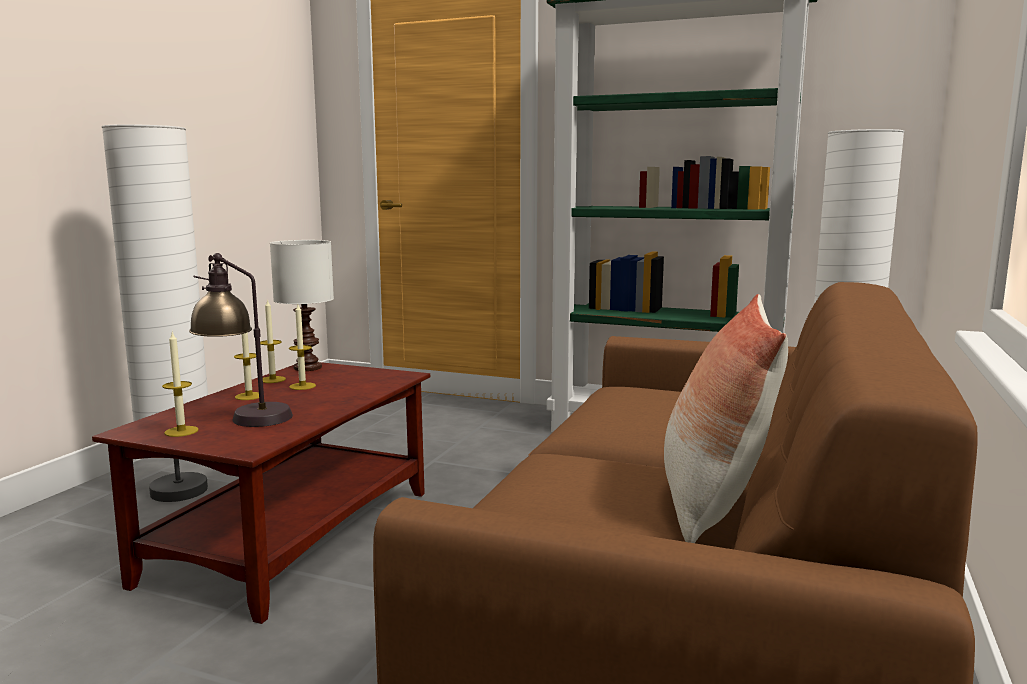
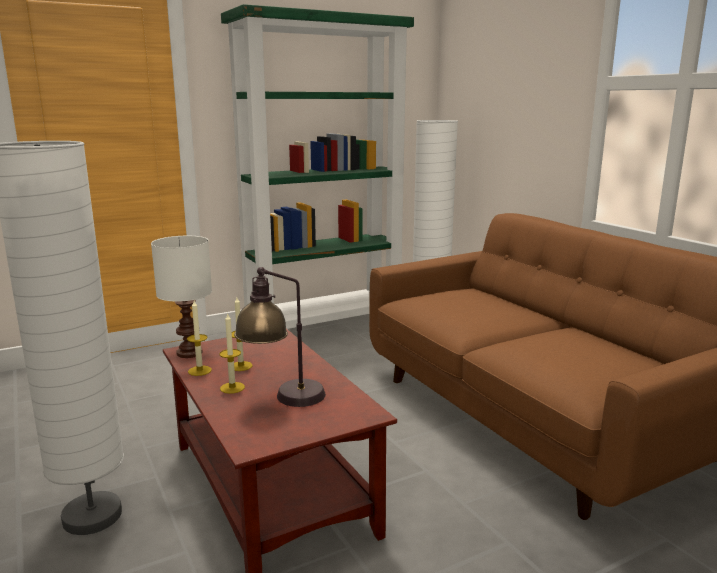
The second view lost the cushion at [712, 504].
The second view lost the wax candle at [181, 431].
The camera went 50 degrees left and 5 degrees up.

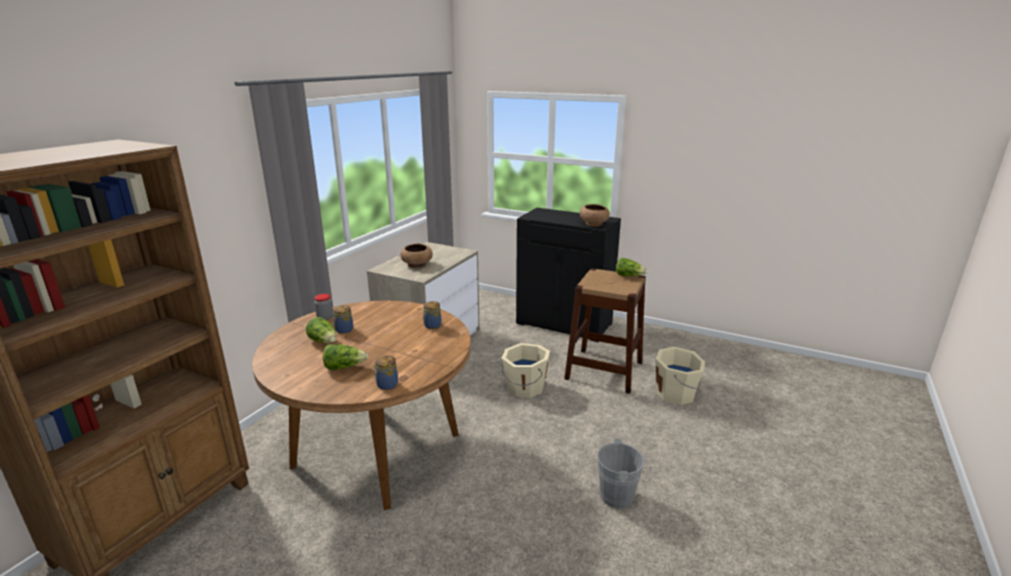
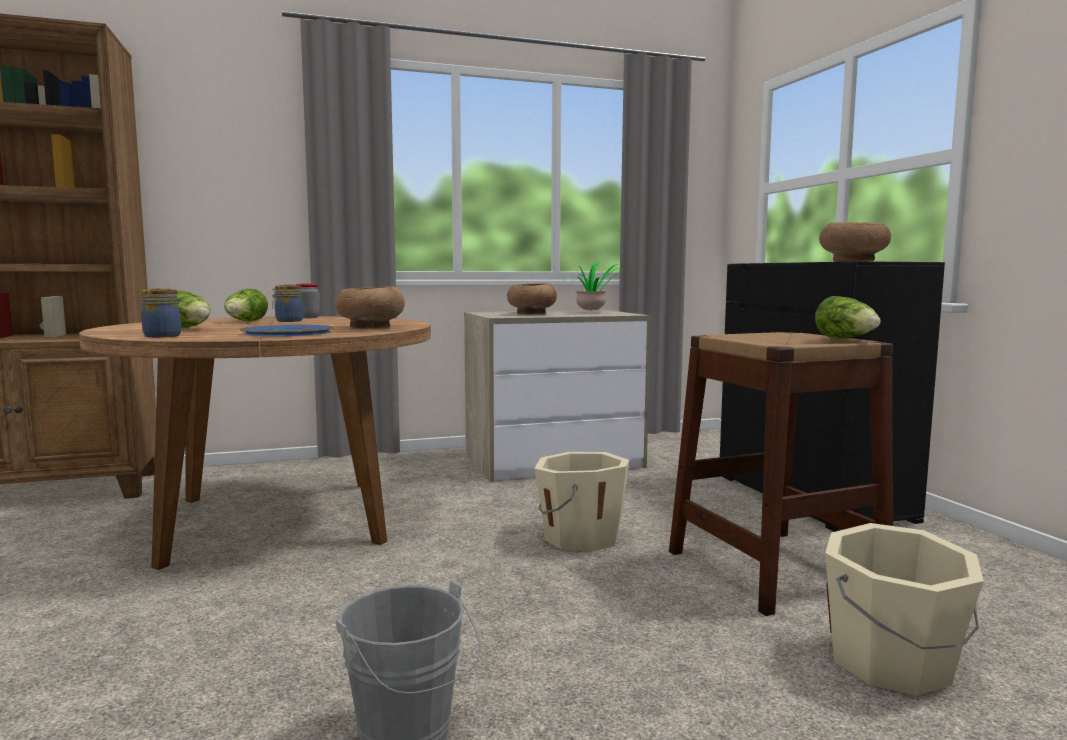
Where the storage jar stood at [432, 326], the brownish bowl came to stand at [370, 327].
The second view gained the potted plant at [592, 312].
The second view gained the blue-coloured plate at [288, 332].
The camera went 45 degrees right and 15 degrees down.

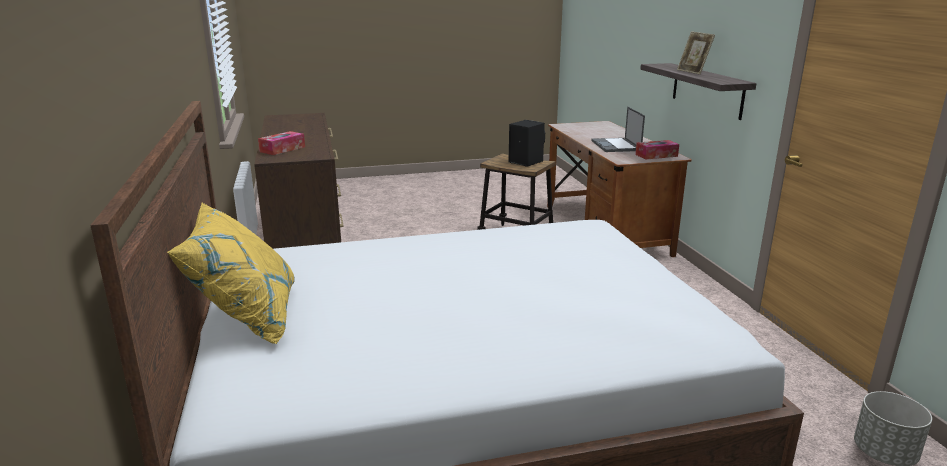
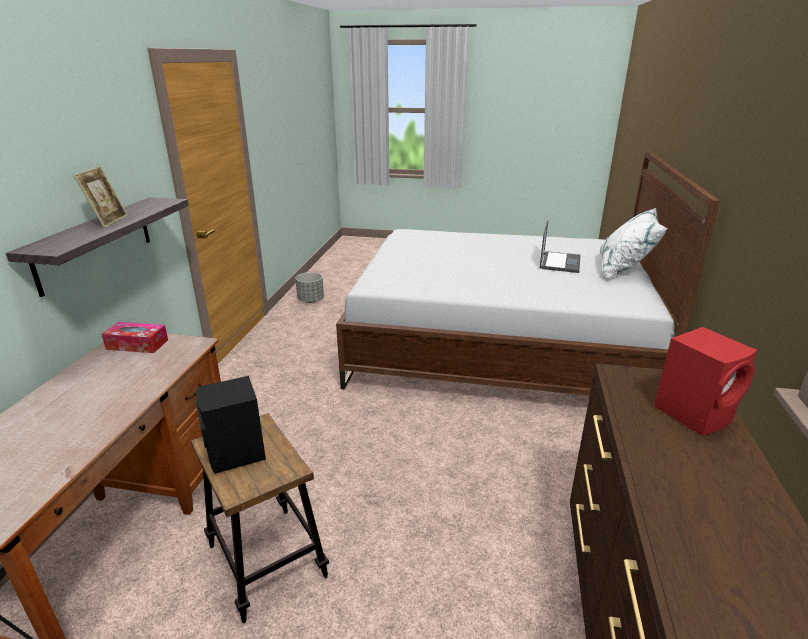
The laptop ended up elsewhere, having gone from [616, 146] to [559, 262].
Where the tissue holder stood at [282, 149], the reddish audio speaker came to stand at [695, 413].
What was the yellow cushion at [247, 318] turned into the whitish cushion at [624, 270].
The camera went 155 degrees left and 5 degrees up.

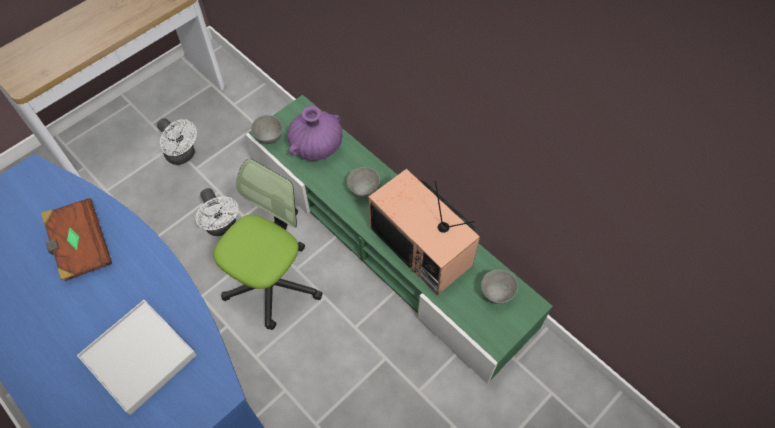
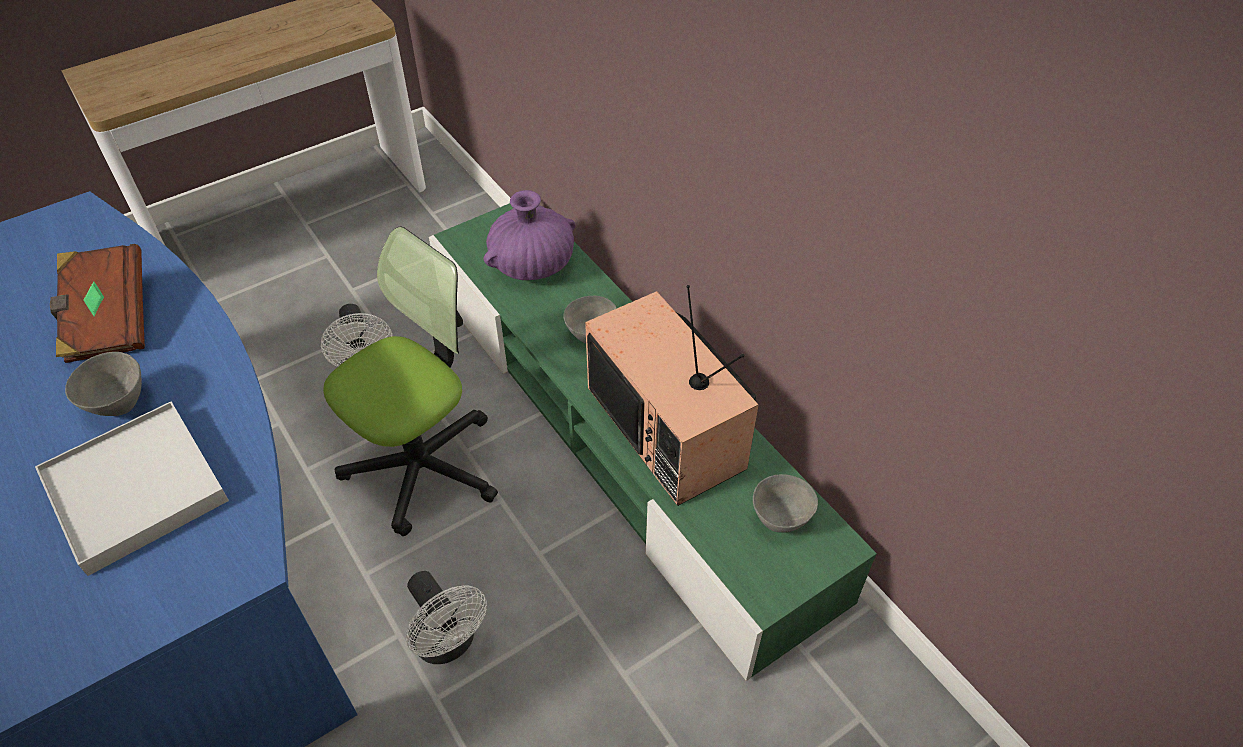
The grey bowl ended up elsewhere, having gone from [269, 138] to [118, 404].
The whitish cooling fan ended up elsewhere, having gone from [183, 156] to [449, 643].
The camera went 10 degrees right and 10 degrees down.

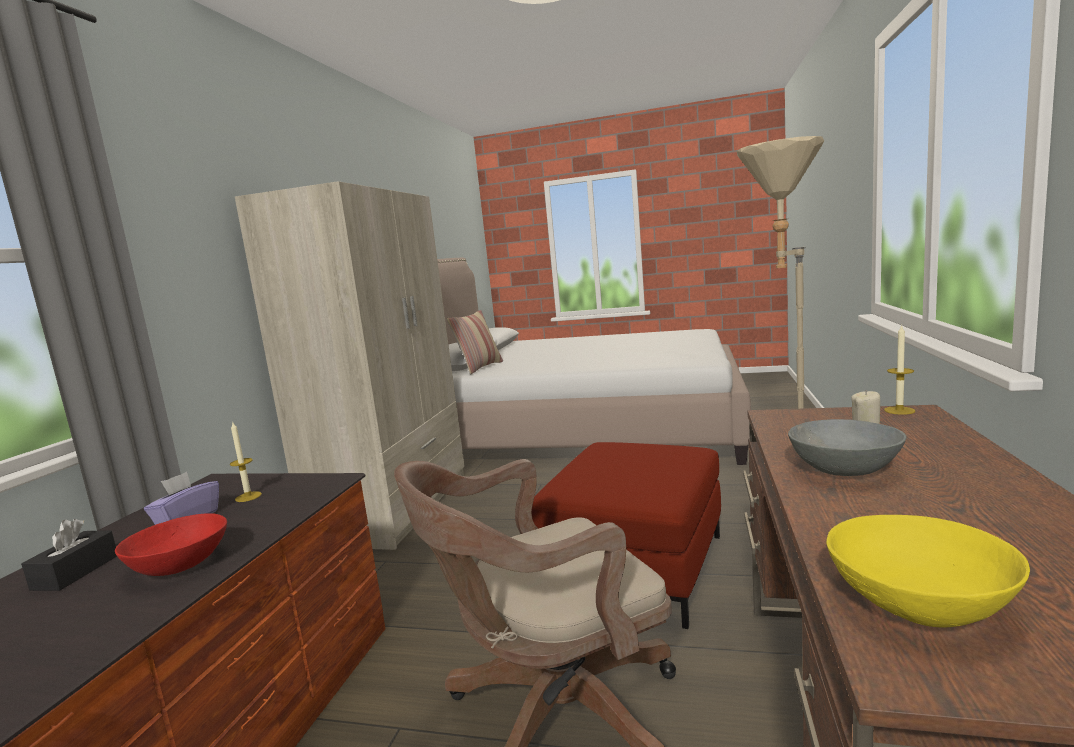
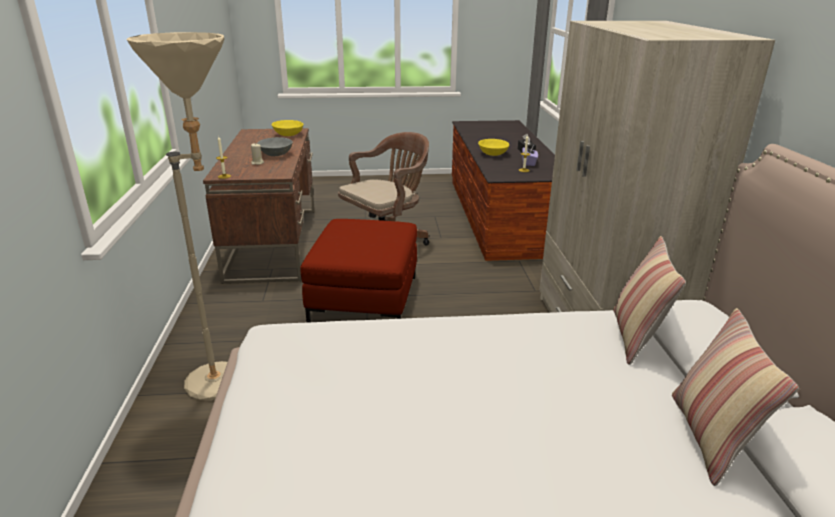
What was the reddish bowl at [181, 565] turned into the yellow bowl at [492, 154].
The second view gained the cushion at [710, 438].
The camera went 160 degrees right and 15 degrees up.

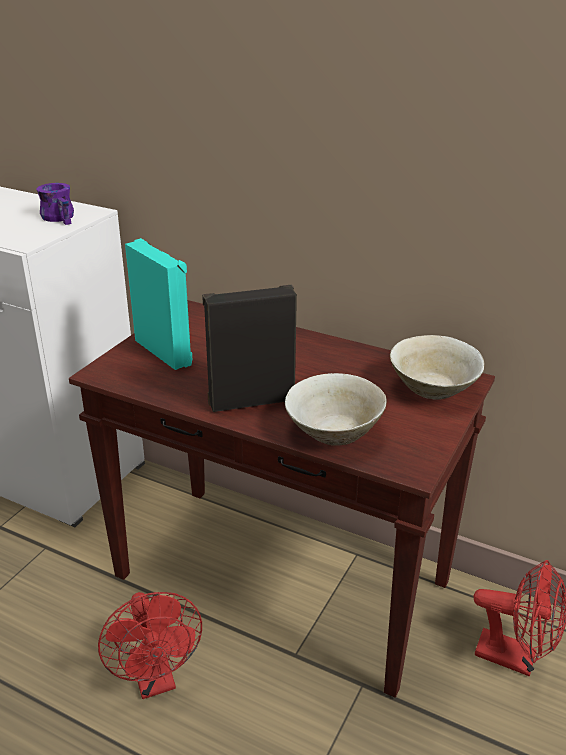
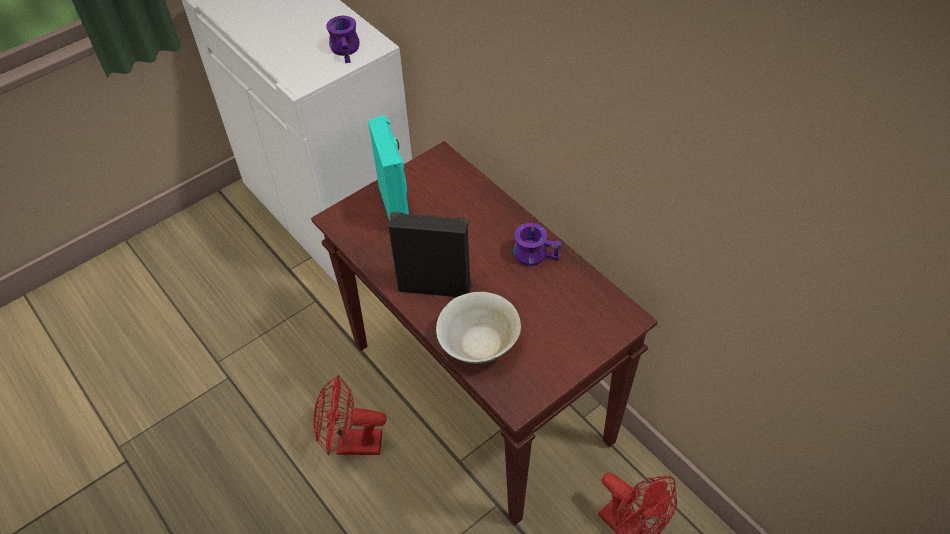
The second view lost the sand-coloured bowl at [432, 389].
The reddish cooling fan at [156, 680] ended up facing another way, 90 degrees clockwise from before.
The second view gained the purple mug at [535, 253].
The camera went 25 degrees right and 20 degrees up.

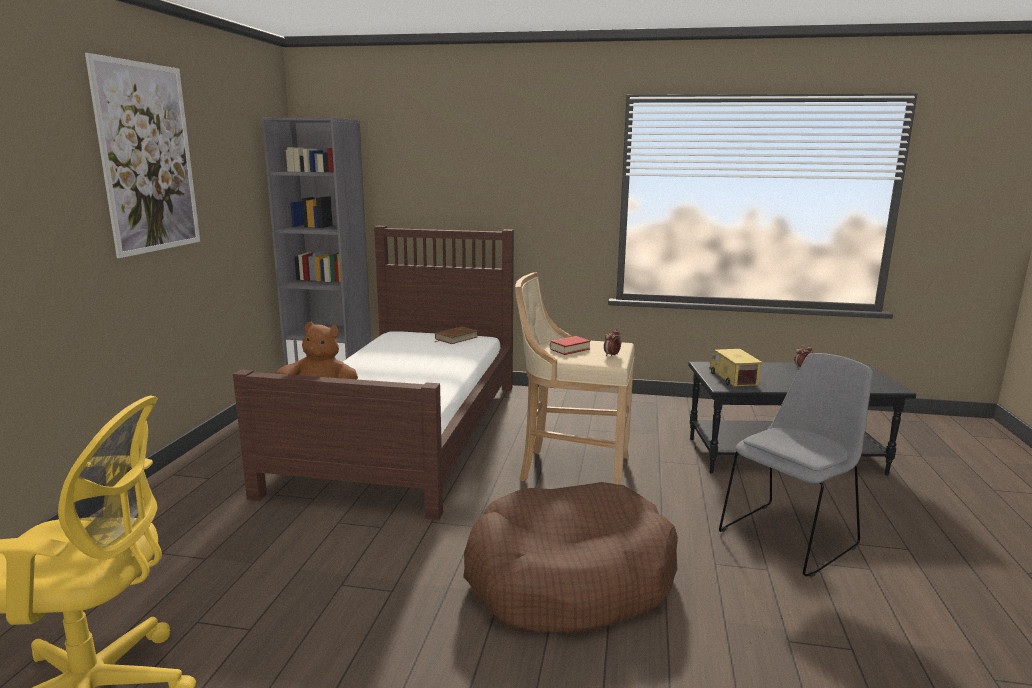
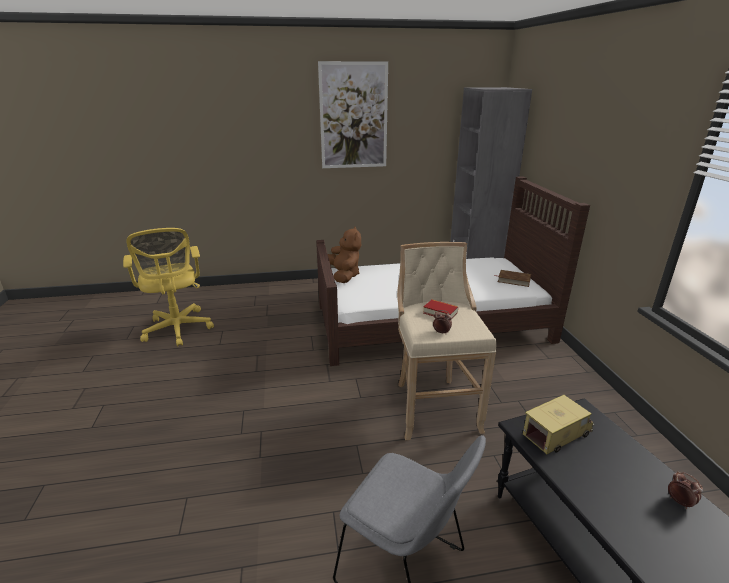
The second view lost the brownish dog bed at [569, 578].
The camera went 70 degrees right and 10 degrees up.

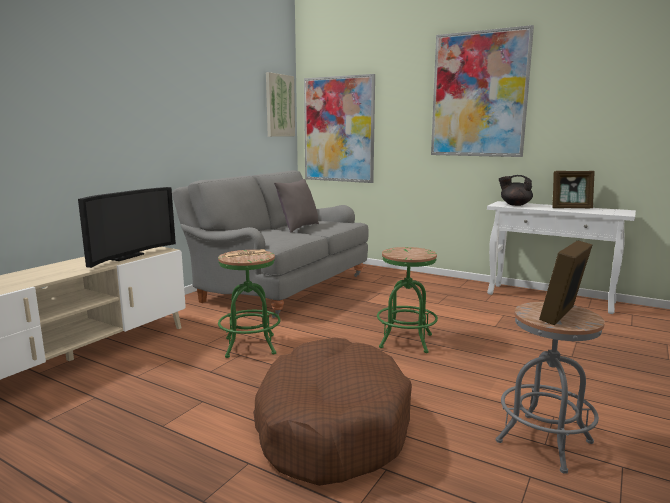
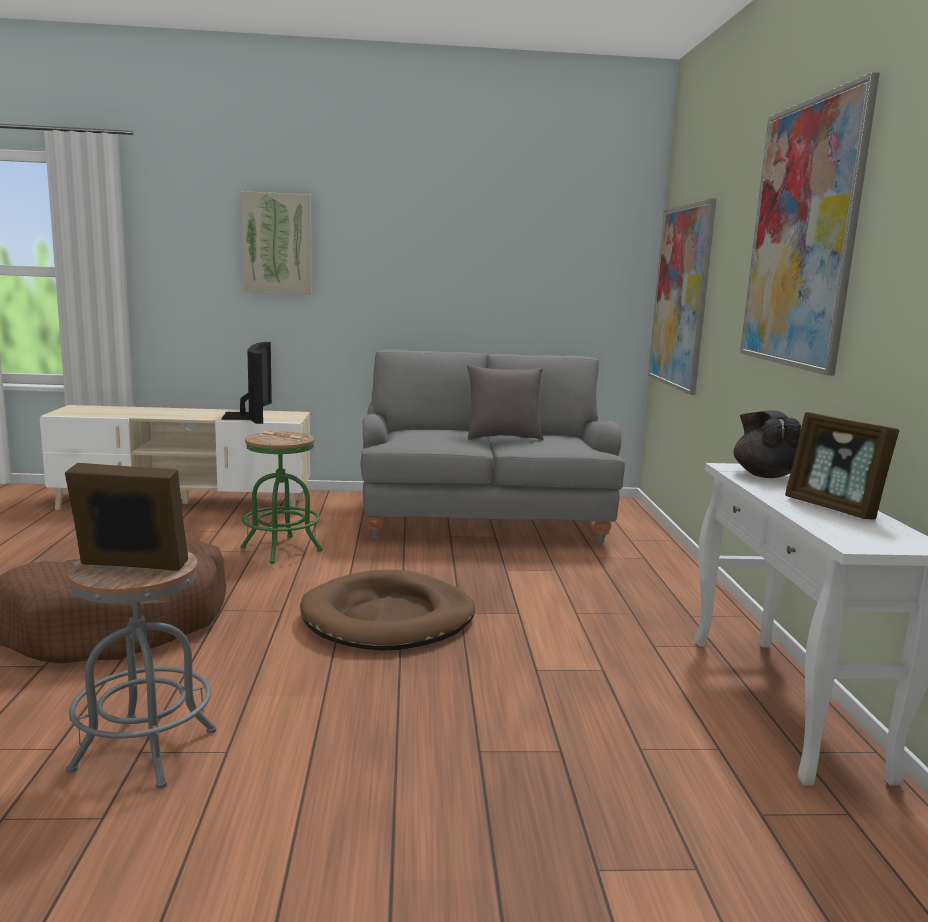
The picture ended up elsewhere, having gone from [279, 105] to [277, 244].
The TV set at [124, 256] ended up facing another way, 90 degrees counterclockwise from before.
Where the greenish stool seat stood at [406, 341], the brownish dog bed came to stand at [388, 618].
The camera went 55 degrees right and 0 degrees up.

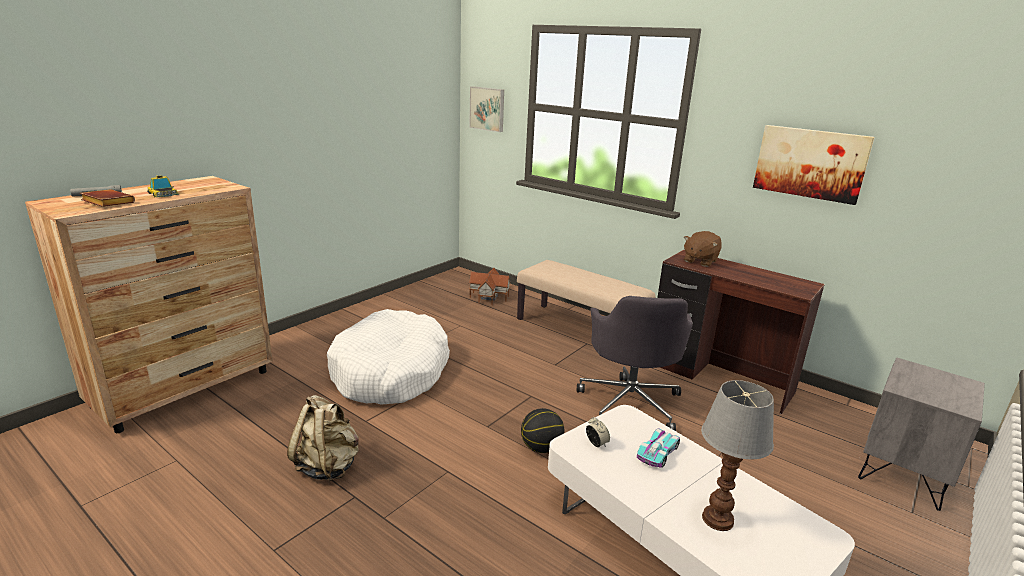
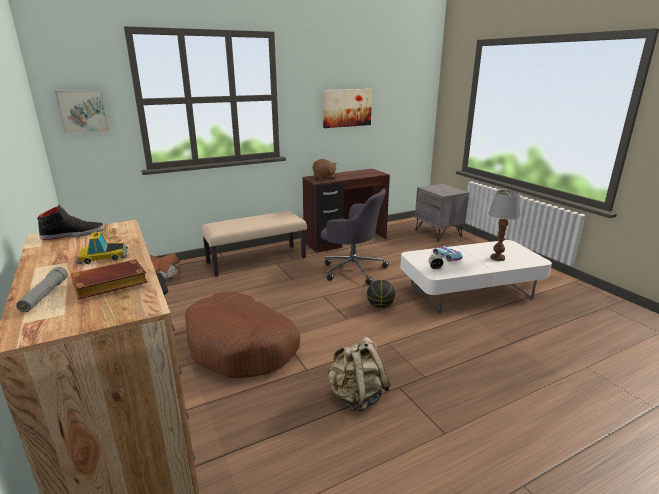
What was the whitish dog bed at [390, 372] turned into the brownish dog bed at [242, 347].
The second view gained the blackish shoe at [73, 234].
The camera went 65 degrees left and 0 degrees up.

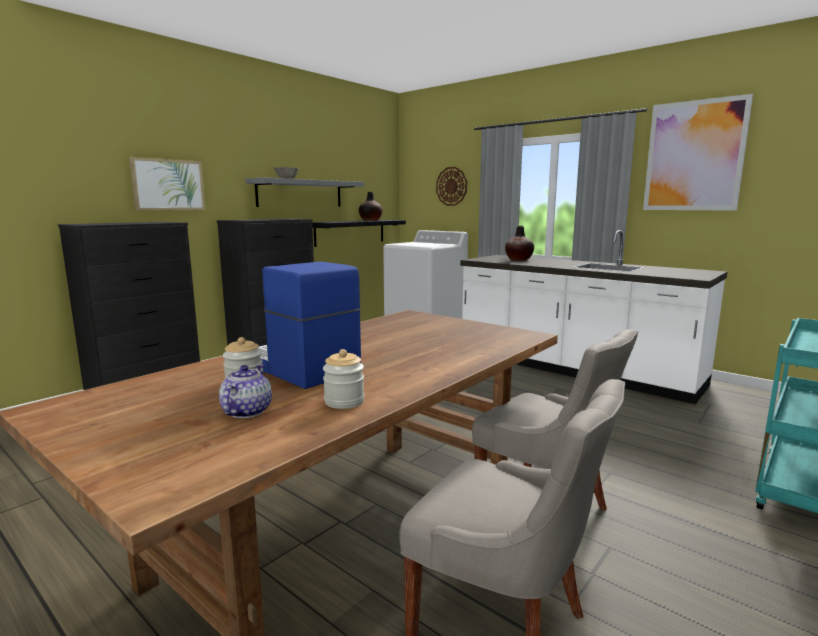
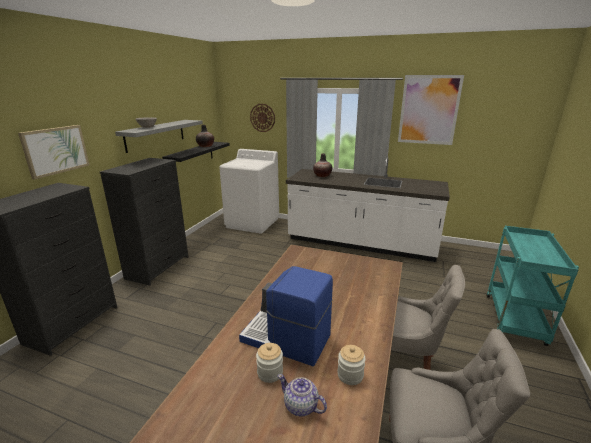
The pot for tea at [246, 412] ended up facing another way, 45 degrees counterclockwise from before.
The camera went 20 degrees left and 10 degrees up.

